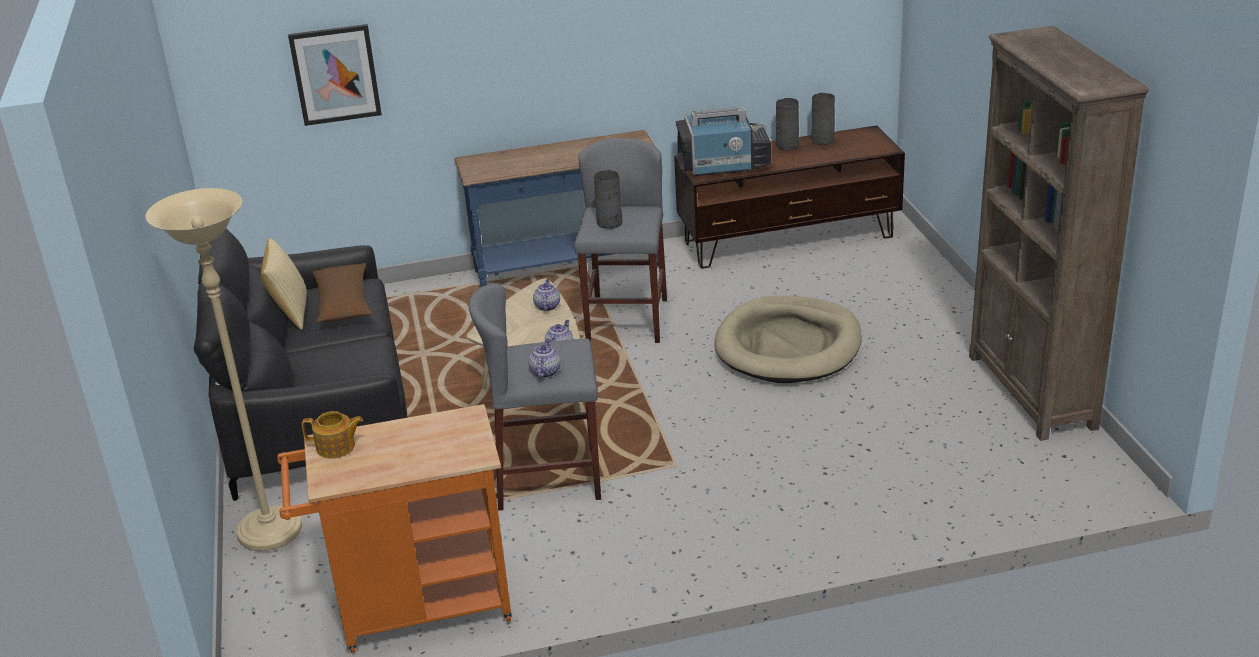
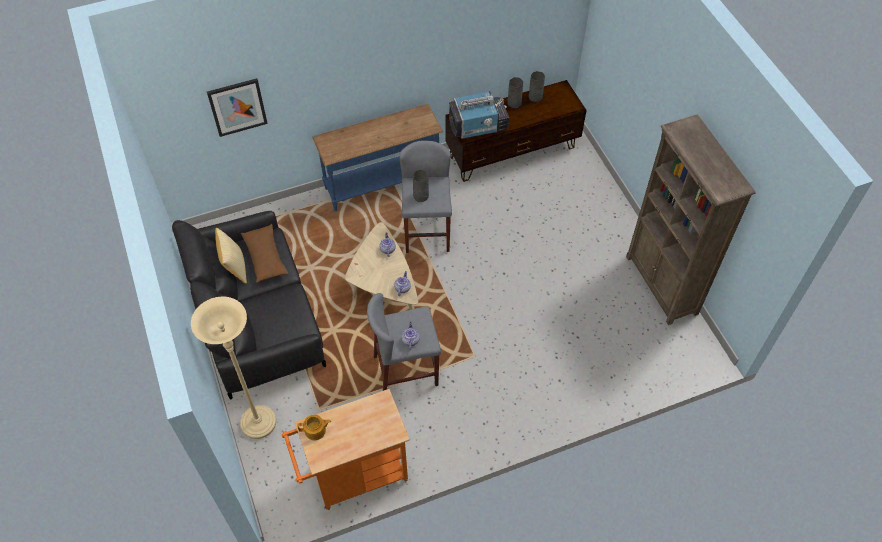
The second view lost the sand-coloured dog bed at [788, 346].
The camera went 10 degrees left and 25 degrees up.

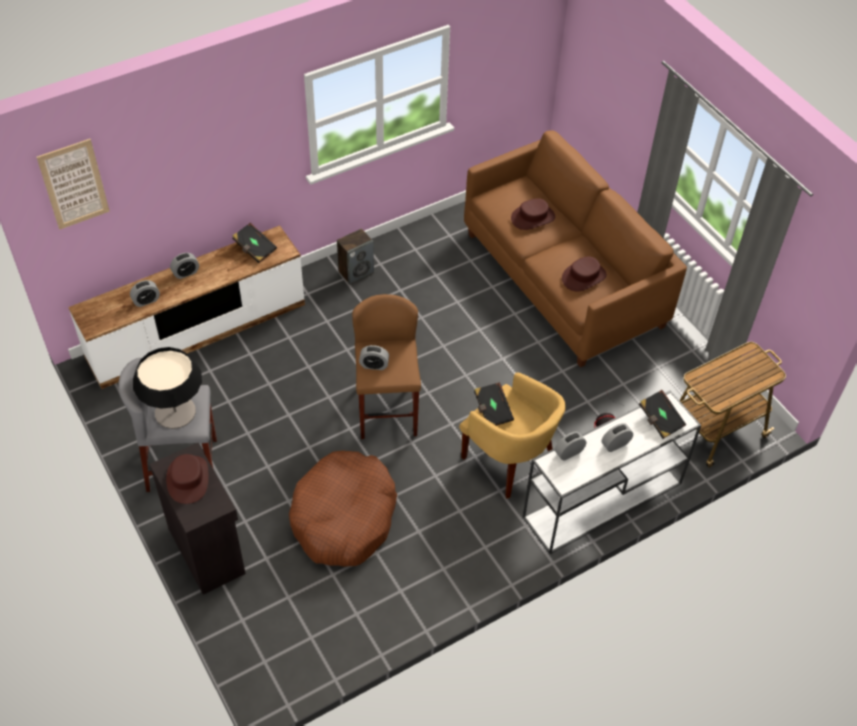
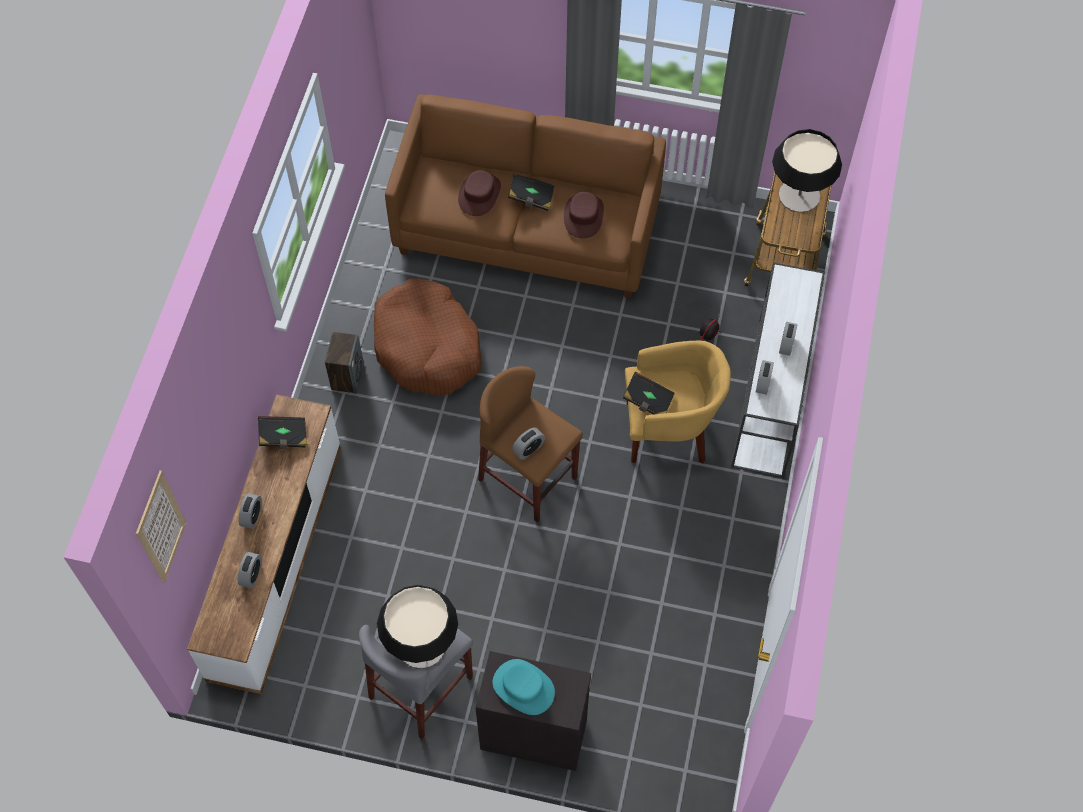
The blackish book ended up elsewhere, having gone from [660, 420] to [531, 198].
The brownish dog bed ended up elsewhere, having gone from [344, 517] to [427, 347].
What was the brownish wearable hat at [188, 479] turned into the turquoise wearable hat at [523, 688].
The second view gained the lamp for a table at [799, 195].
The camera went 45 degrees left and 10 degrees up.

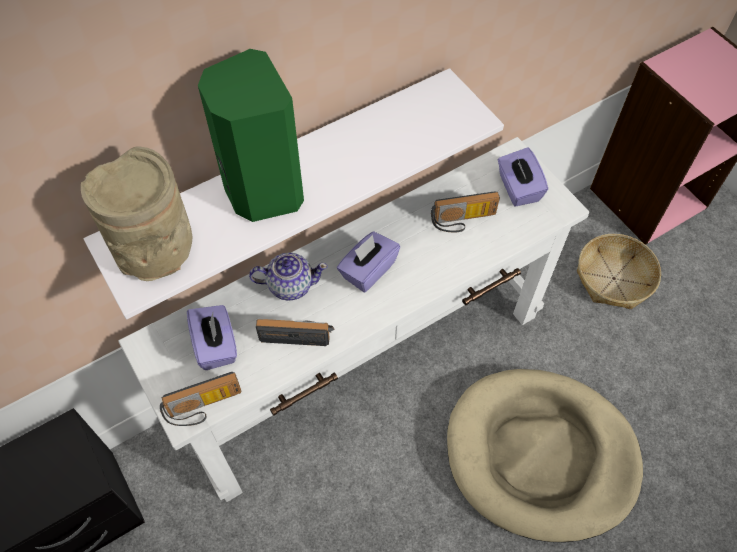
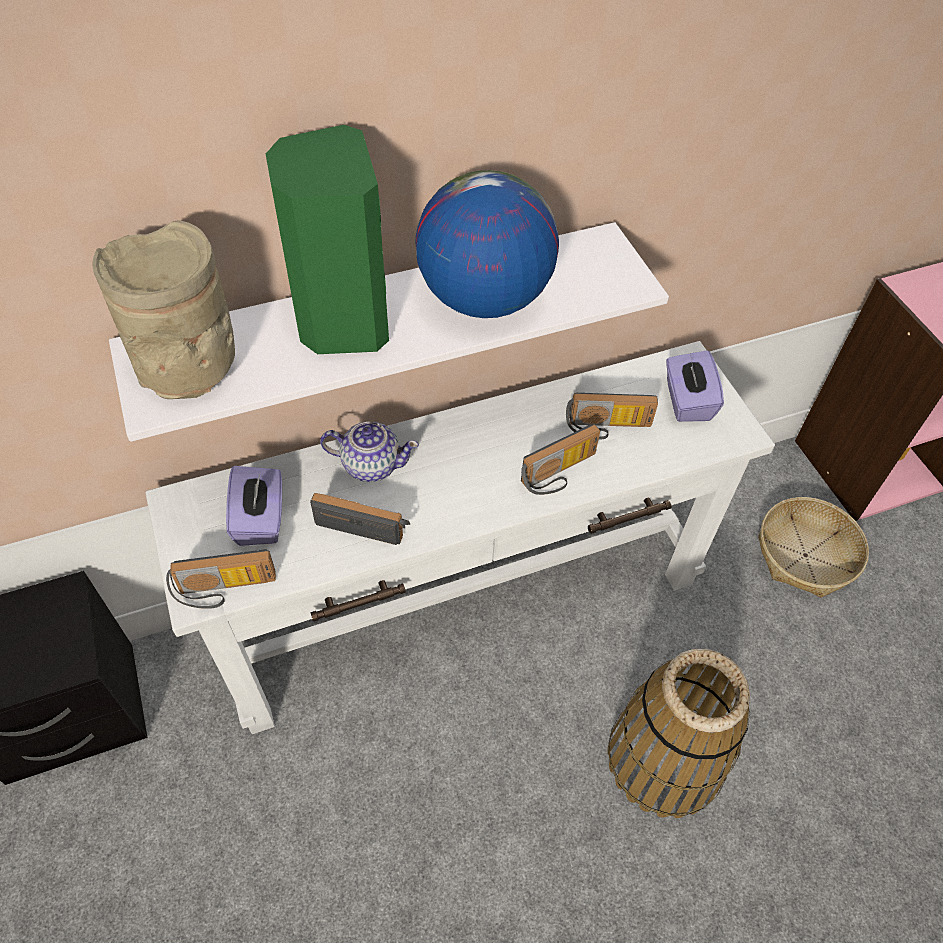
The second view lost the purple tissue holder at [368, 270].
Where the sand-coloured dog bed stood at [540, 455], the household basket came to stand at [664, 760].
The second view gained the globe at [483, 299].
The second view gained the radio at [560, 474].
The camera went 10 degrees right and 5 degrees down.

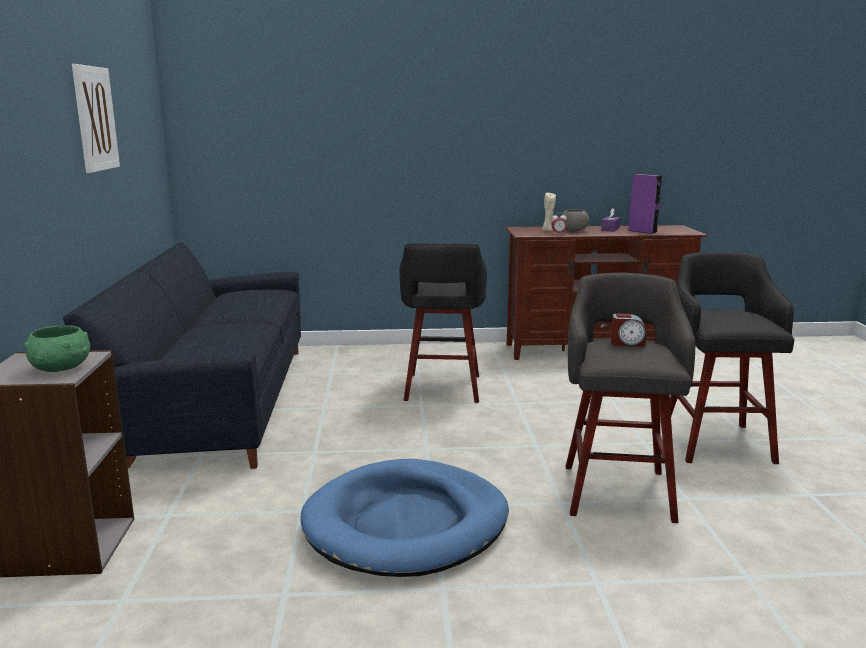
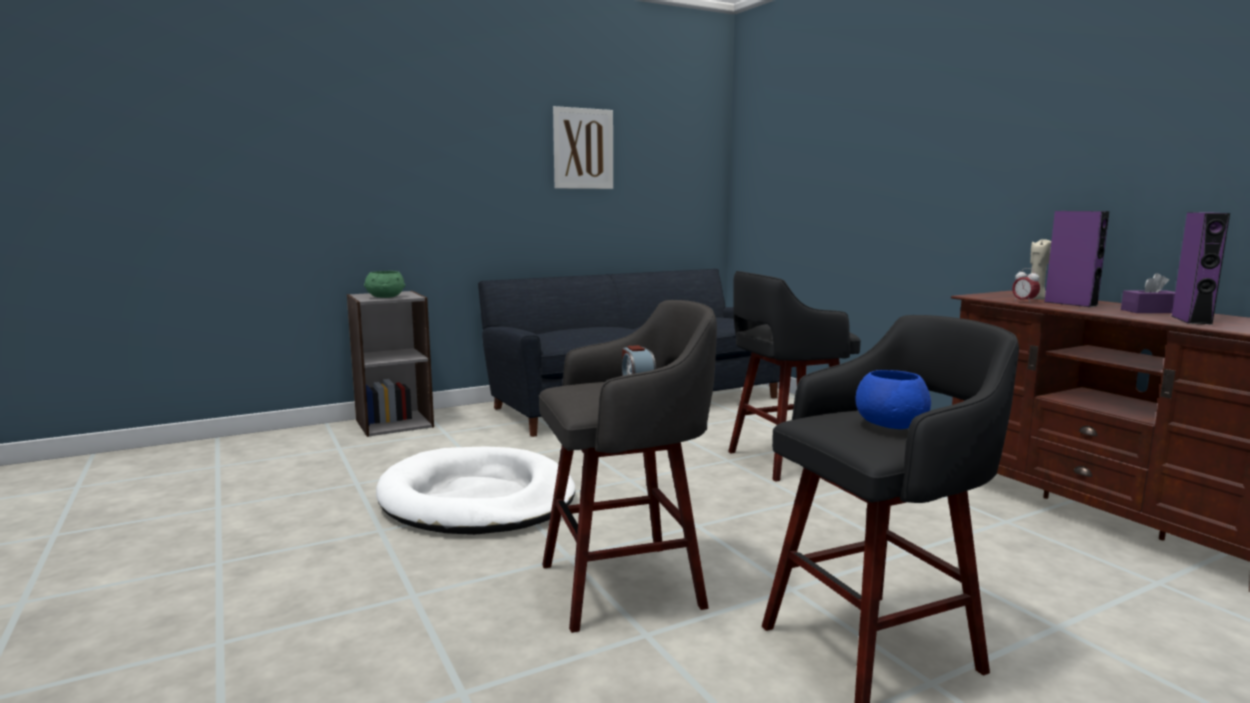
Where the grey bowl stood at [573, 231], the purple audio speaker came to stand at [1070, 304].
What was the blue-coloured dog bed at [407, 524] turned into the whitish dog bed at [477, 499].
The second view gained the blue-coloured bowl at [891, 425].
The camera went 65 degrees right and 5 degrees down.

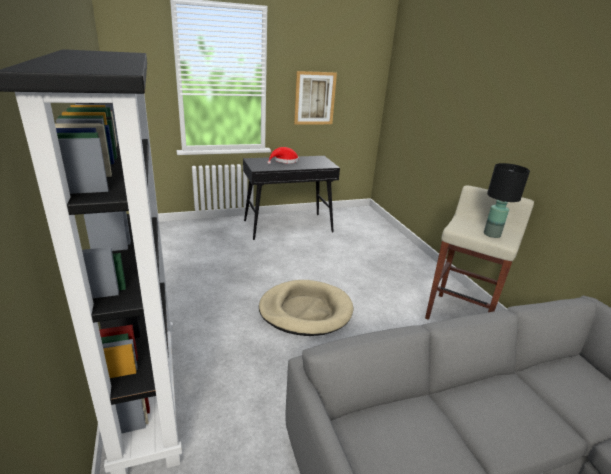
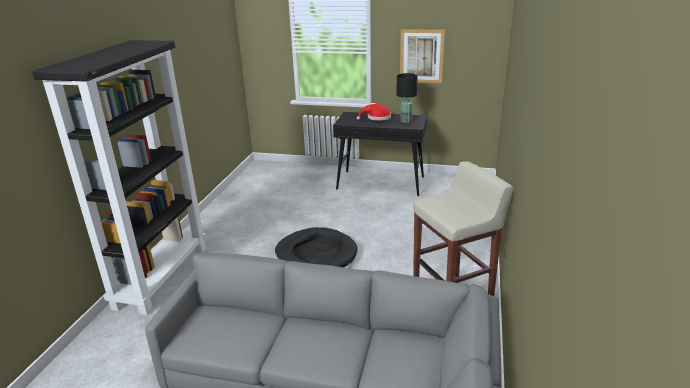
The blackish lamp for a table ended up elsewhere, having gone from [492, 234] to [406, 121].
What was the sand-coloured dog bed at [305, 311] turned into the blackish dog bed at [316, 254].
The camera went 35 degrees right and 0 degrees up.

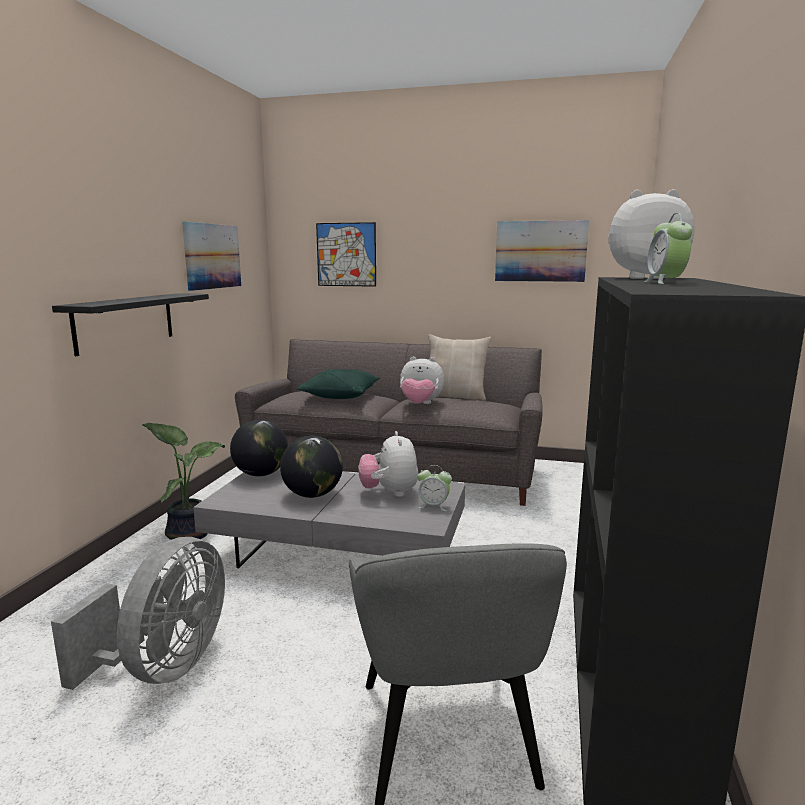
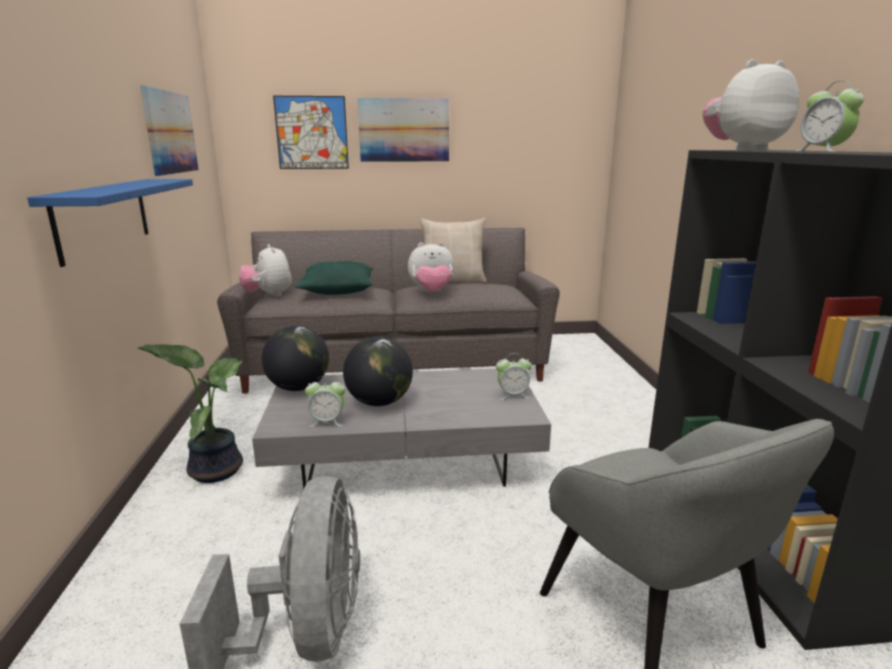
The picture ended up elsewhere, having gone from [540, 251] to [404, 130].
What was the blackish bracket shelf at [125, 322] turned into the blue-coloured bracket shelf at [104, 217].
The plush toy ended up elsewhere, having gone from [389, 493] to [268, 295].
The second view gained the bedside clock at [327, 422].
The camera went 20 degrees left and 5 degrees up.

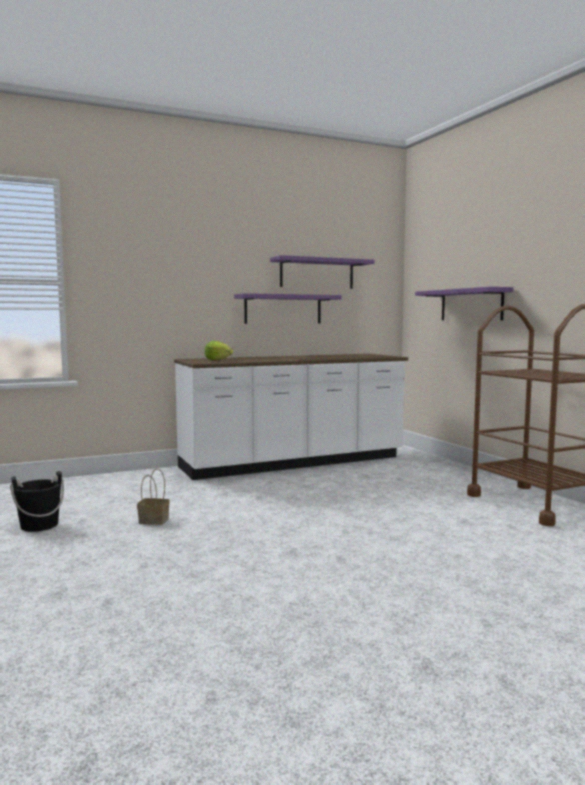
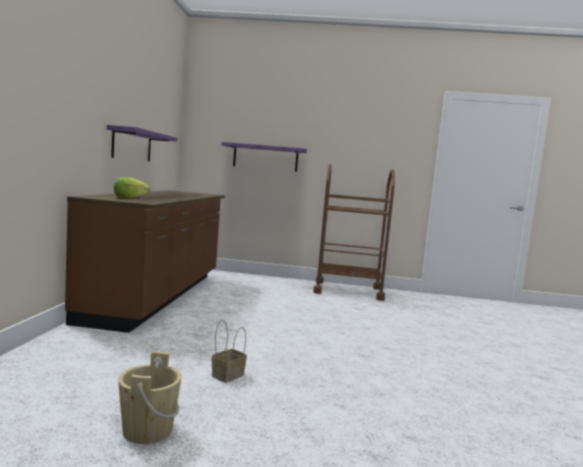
The second view lost the purple bracket shelf at [317, 273].
What was the whitish kitchen base unit at [293, 463] turned into the brownish kitchen base unit at [158, 296].
What was the blackish water bucket at [39, 525] turned into the sand-coloured water bucket at [147, 430].
The camera went 60 degrees left and 0 degrees up.

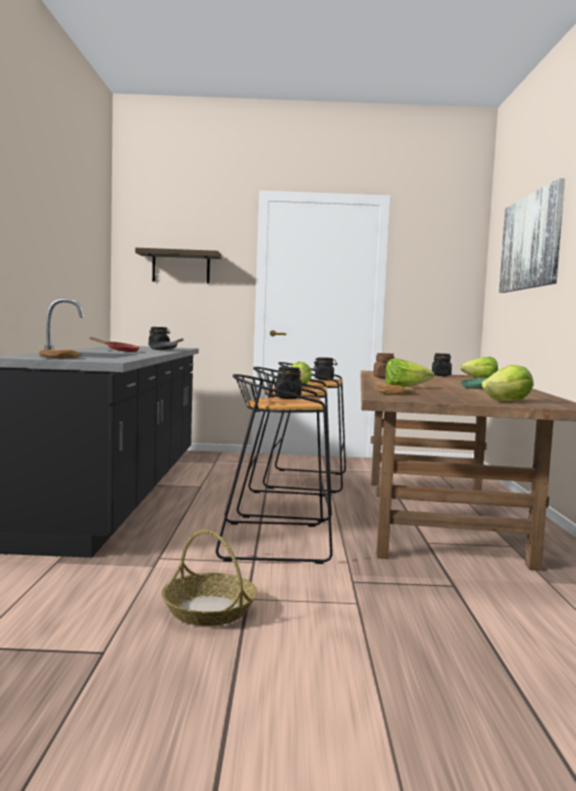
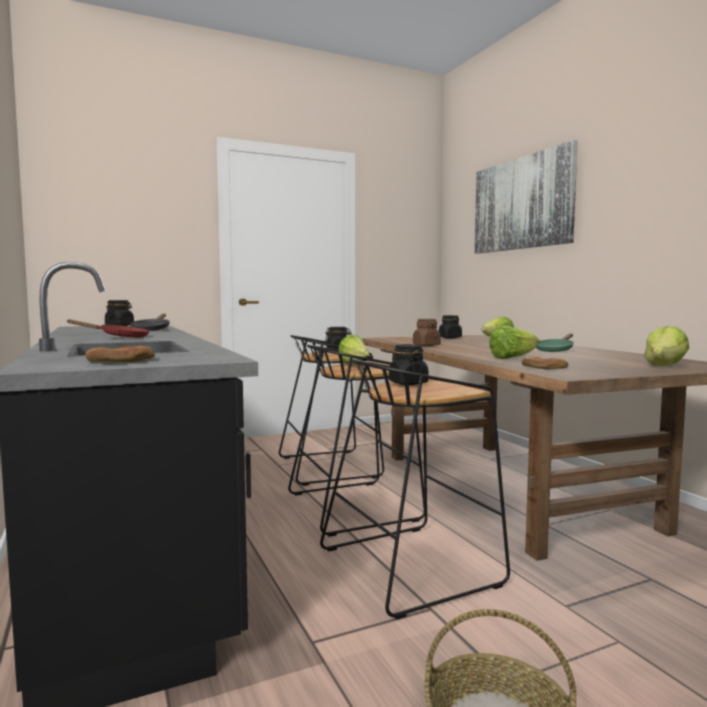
The second view lost the bracket shelf at [181, 267].
The camera went 25 degrees left and 0 degrees up.

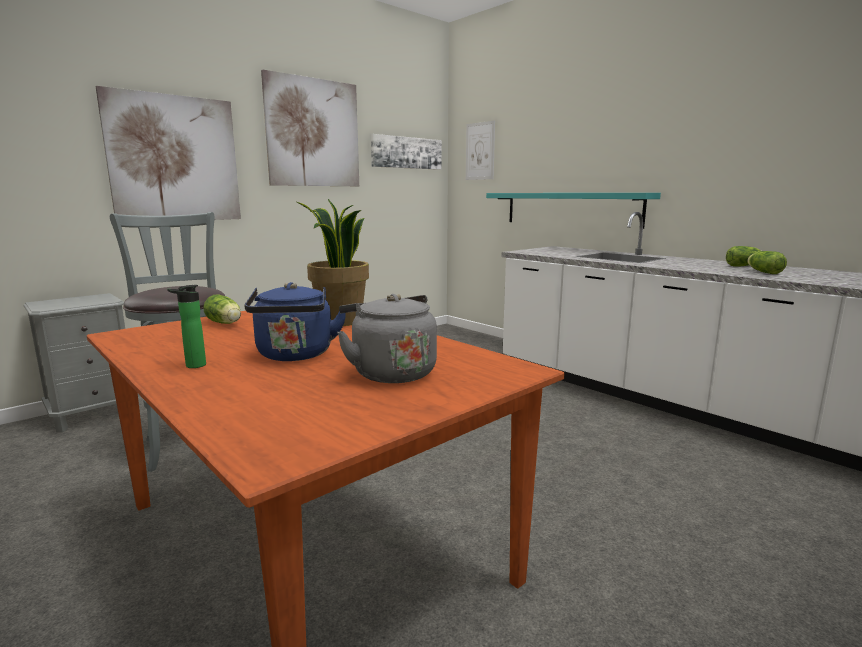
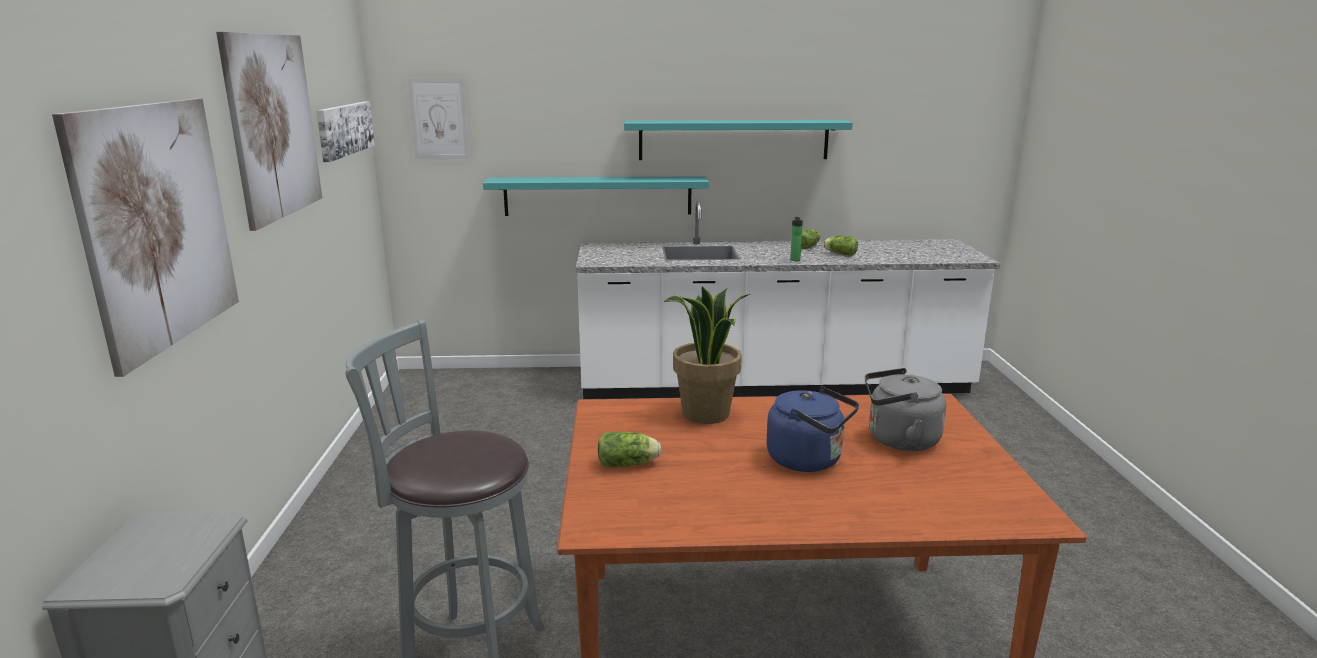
The bottle ended up elsewhere, having gone from [192, 366] to [795, 260].
The second view gained the turquoise bracket shelf at [733, 139].
The camera went 50 degrees left and 5 degrees up.

